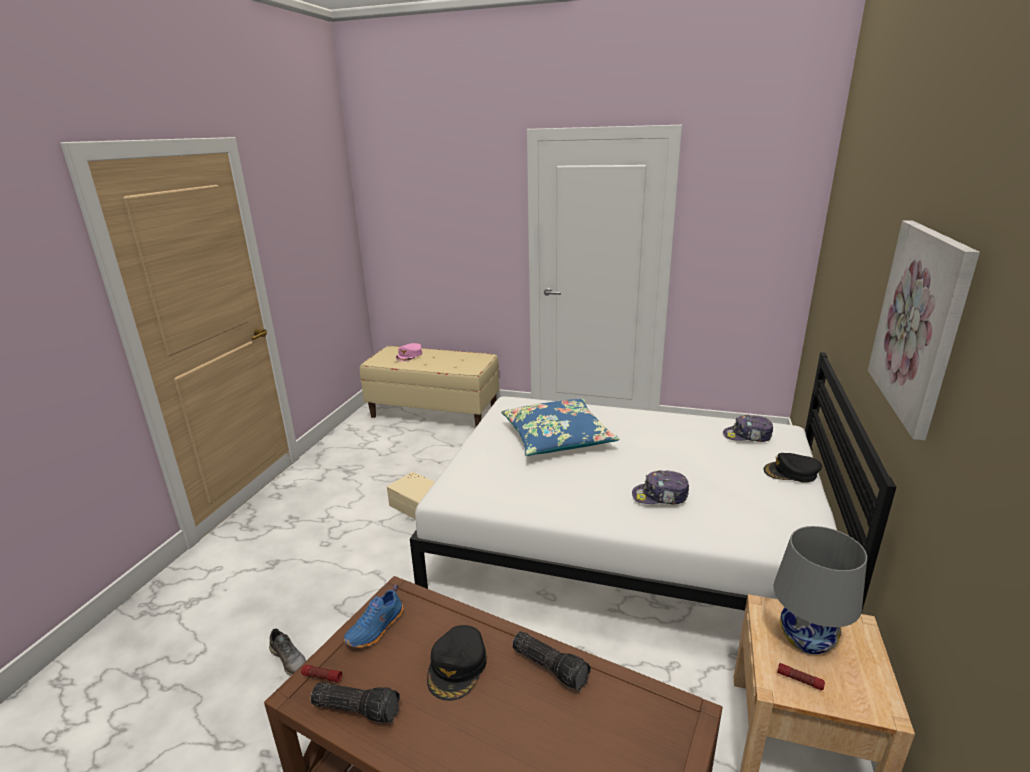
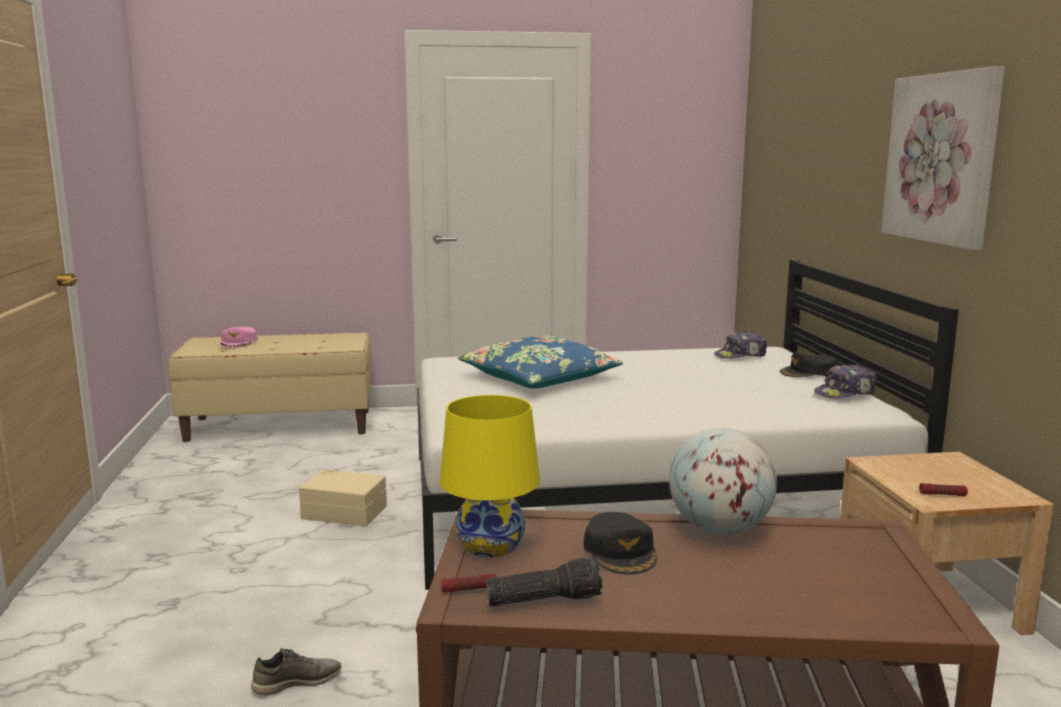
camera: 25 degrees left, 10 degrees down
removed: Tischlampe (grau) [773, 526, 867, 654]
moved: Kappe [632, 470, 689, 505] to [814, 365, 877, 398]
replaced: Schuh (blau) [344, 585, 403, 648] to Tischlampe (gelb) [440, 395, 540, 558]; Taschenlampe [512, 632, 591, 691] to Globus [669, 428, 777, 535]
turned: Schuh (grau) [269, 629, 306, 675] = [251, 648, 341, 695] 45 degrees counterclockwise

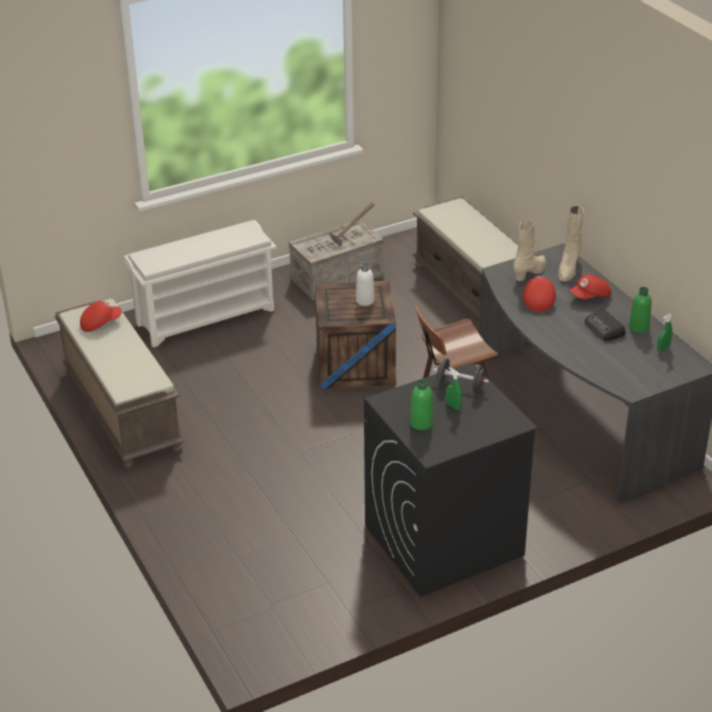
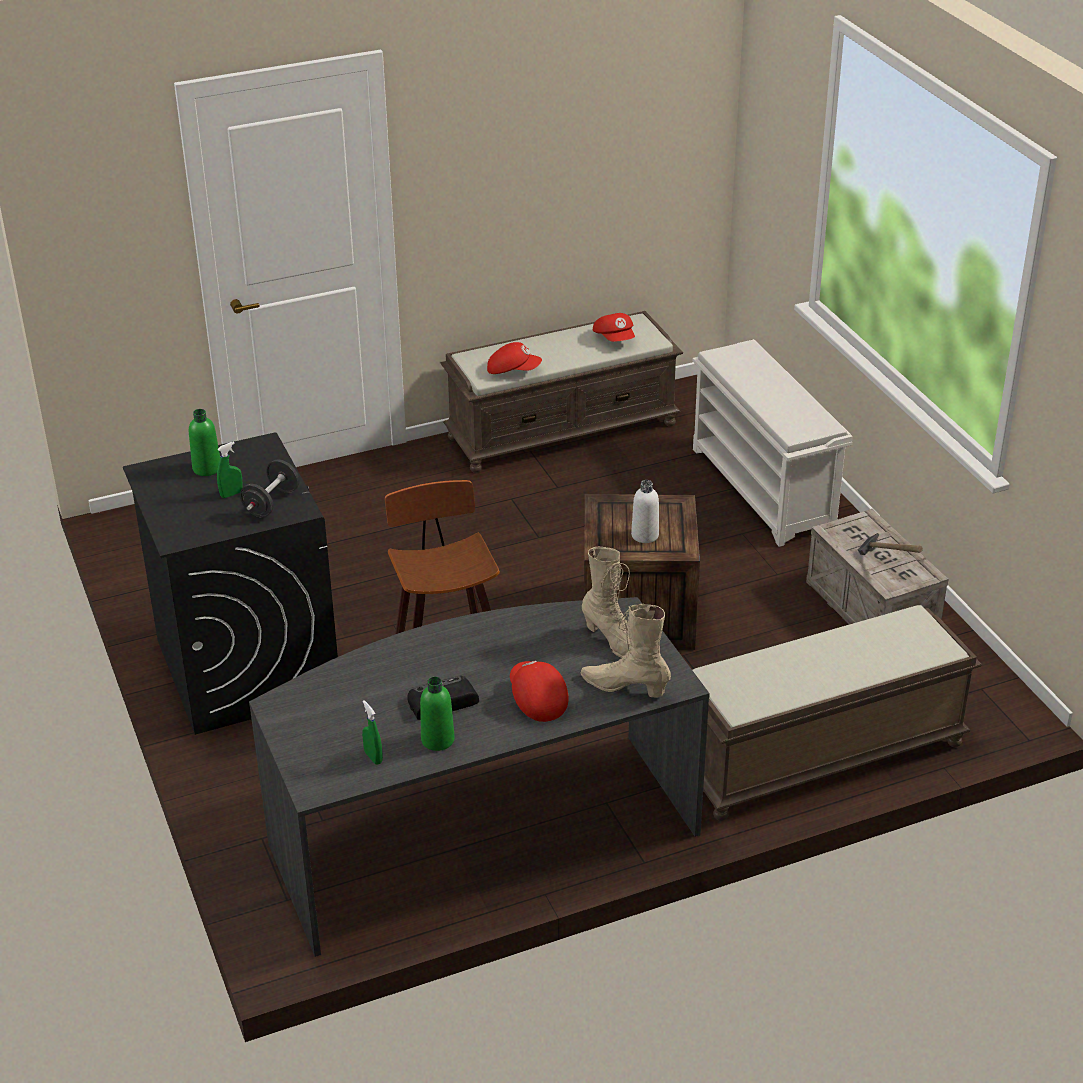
camera: 95 degrees right, 0 degrees up
moved: Kappe (rot) [523, 276, 556, 312] to [487, 342, 542, 374]

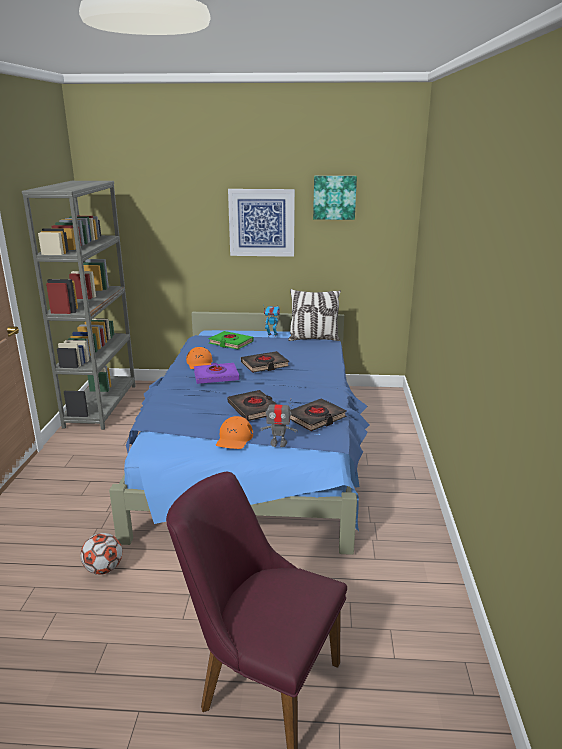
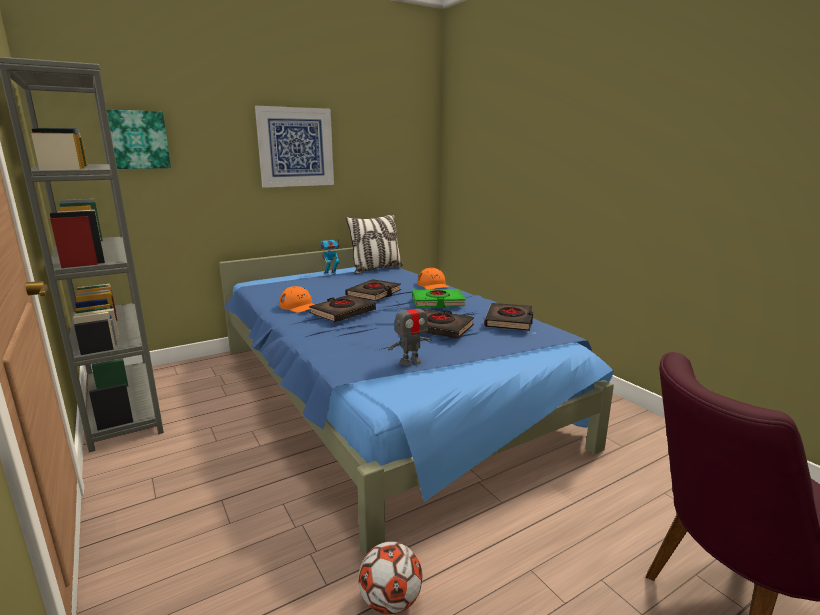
camera: 35 degrees left, 5 degrees down
moved: Bild [313, 176, 357, 220] to [107, 110, 171, 169]; Buch (grün) [209, 331, 254, 349] to [412, 289, 466, 308]; Spielzeugroboter [260, 396, 298, 447] to [388, 297, 432, 366]; Kappe (orange) [216, 416, 253, 449] to [417, 268, 450, 290]
recoloured: Buch (lila) [194, 363, 239, 384] to Buch (schwarz) [309, 295, 376, 322]

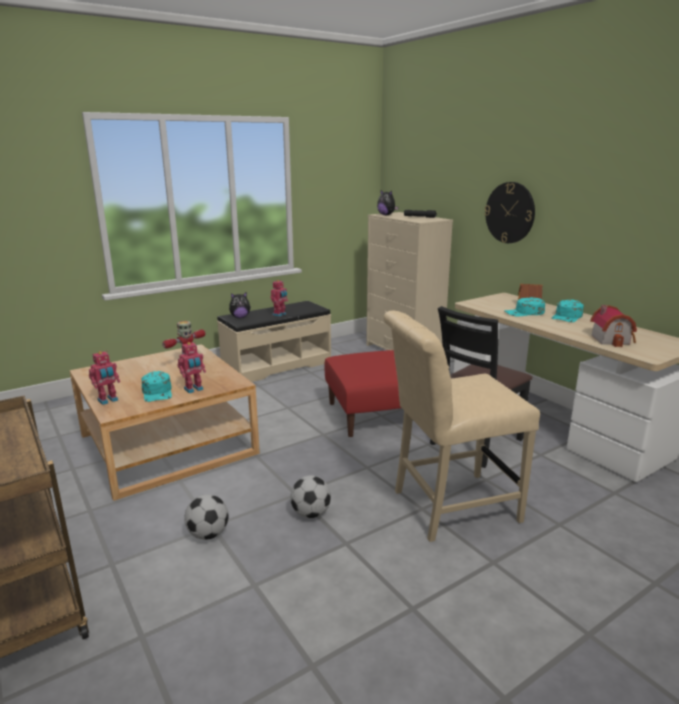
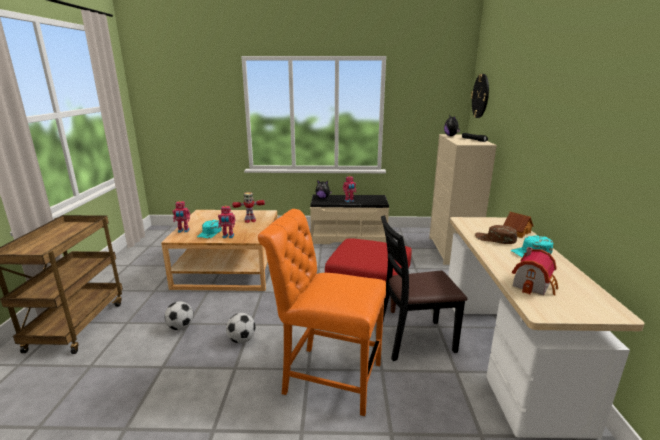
camera: 35 degrees right, 0 degrees up
moved: Wanduhr [484, 182, 535, 243] to [471, 74, 489, 118]
recoloured: Kappe (türkis) [504, 297, 545, 317] to Kappe (braun) [475, 225, 517, 244]; Stuhl (beige) [383, 311, 540, 542] to Stuhl (orange) [258, 209, 386, 416]

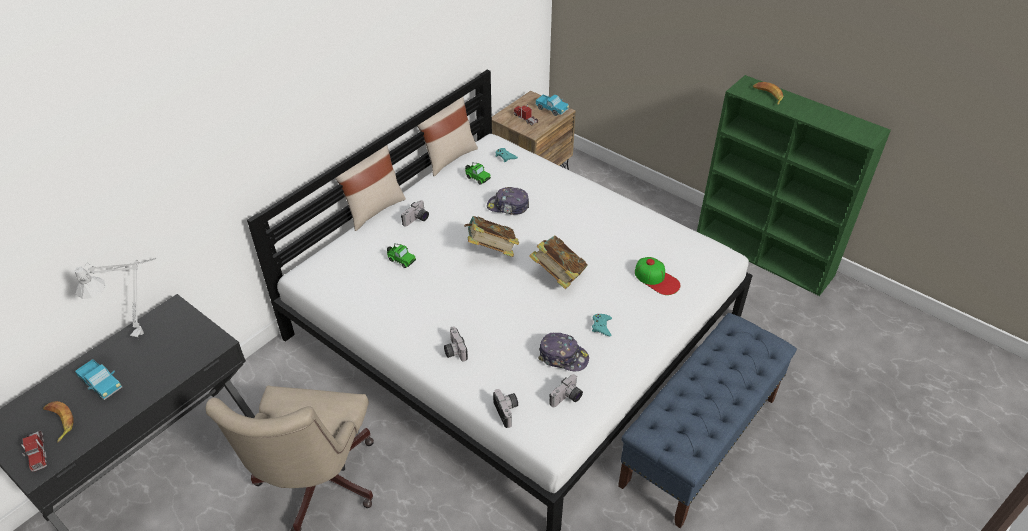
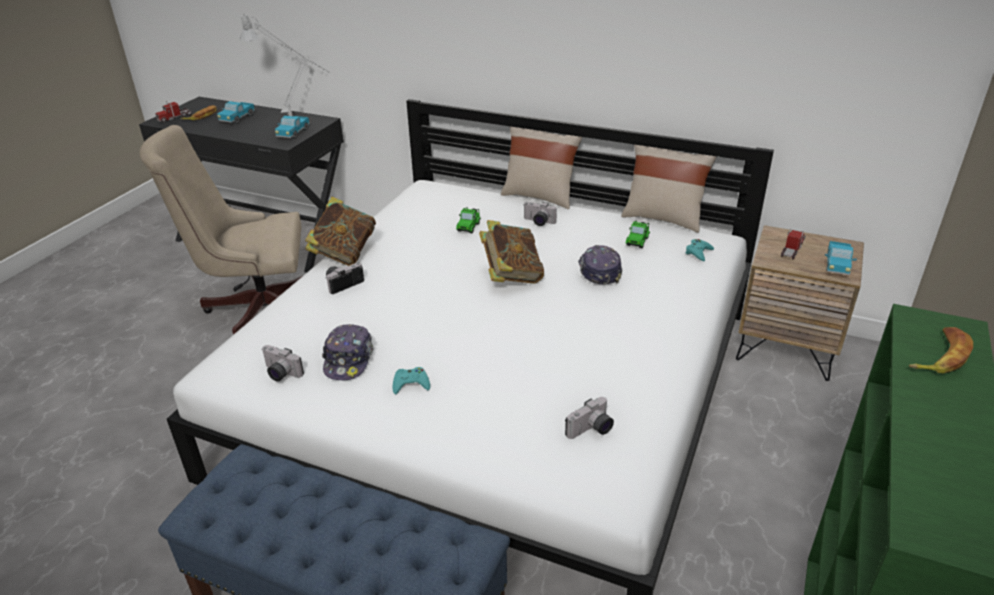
camera: 75 degrees right, 10 degrees down
removed: Kappe [635, 257, 680, 295]
added: Spielzeuglaster [275, 116, 310, 139]
moved: Buch [529, 235, 588, 289] to [305, 196, 376, 266]; Kamera [493, 389, 518, 428] to [565, 397, 614, 439]

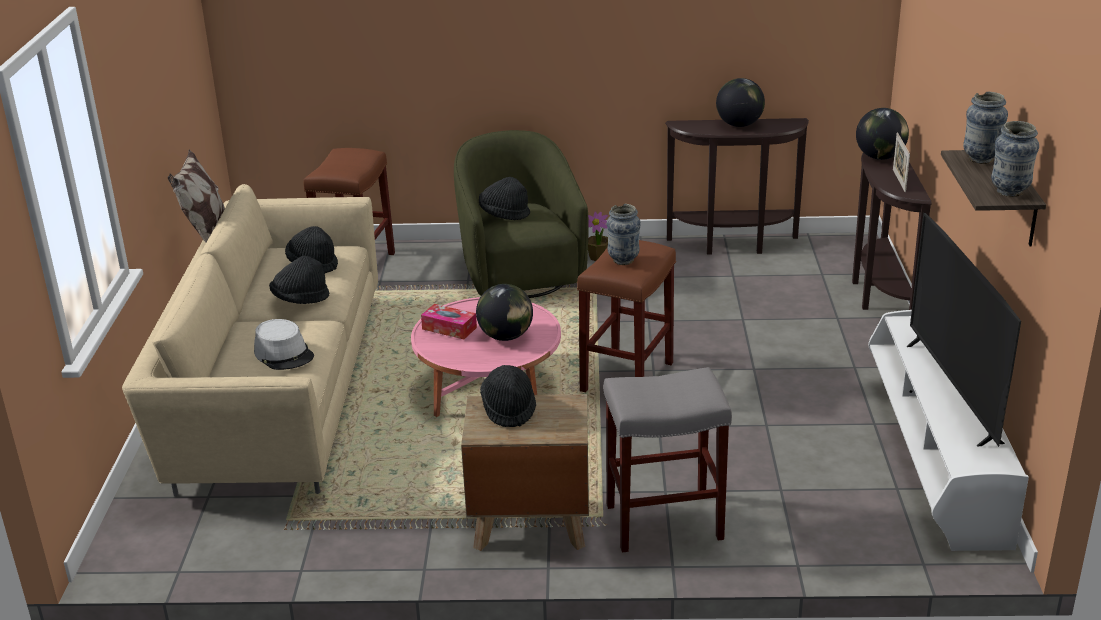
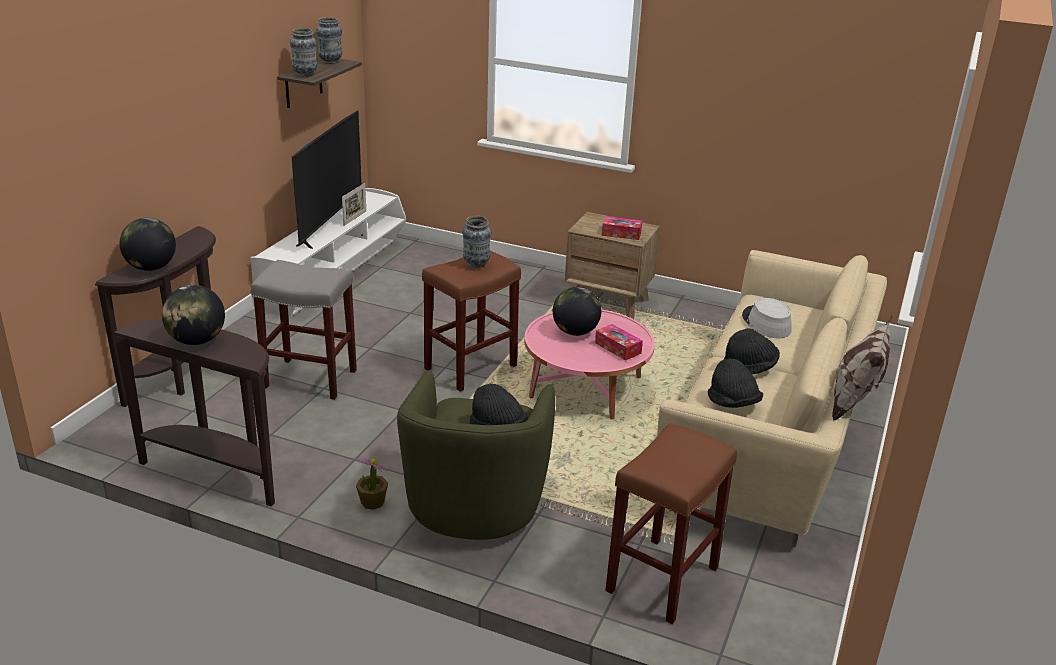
camera: 160 degrees left, 0 degrees up
moved: Bilderrahmen [893, 132, 910, 192] to [342, 183, 366, 226]; Hocker (grau) [603, 367, 732, 552] to [251, 260, 357, 400]
replaced: Hut (schwarz) [480, 365, 536, 427] to Taschentuchbox [602, 216, 642, 240]

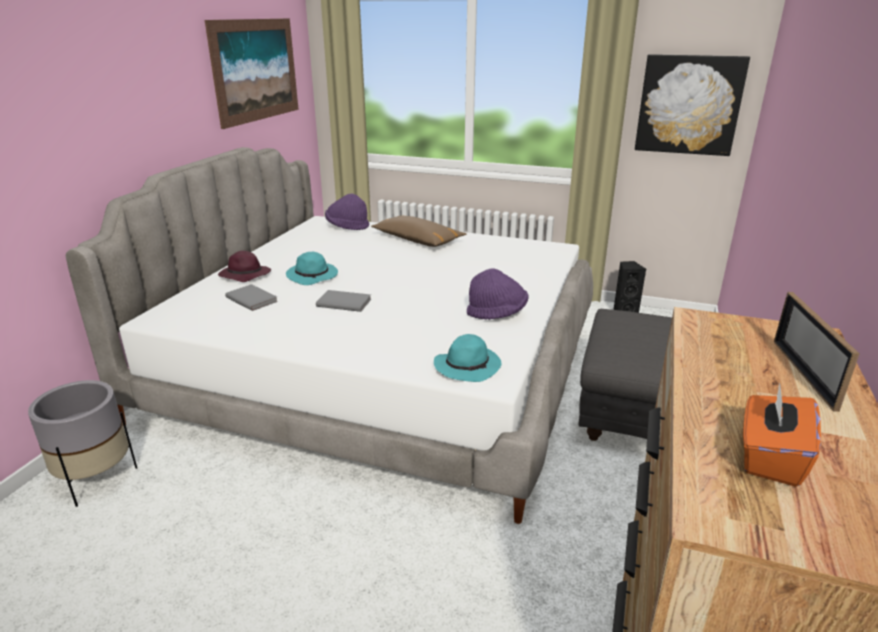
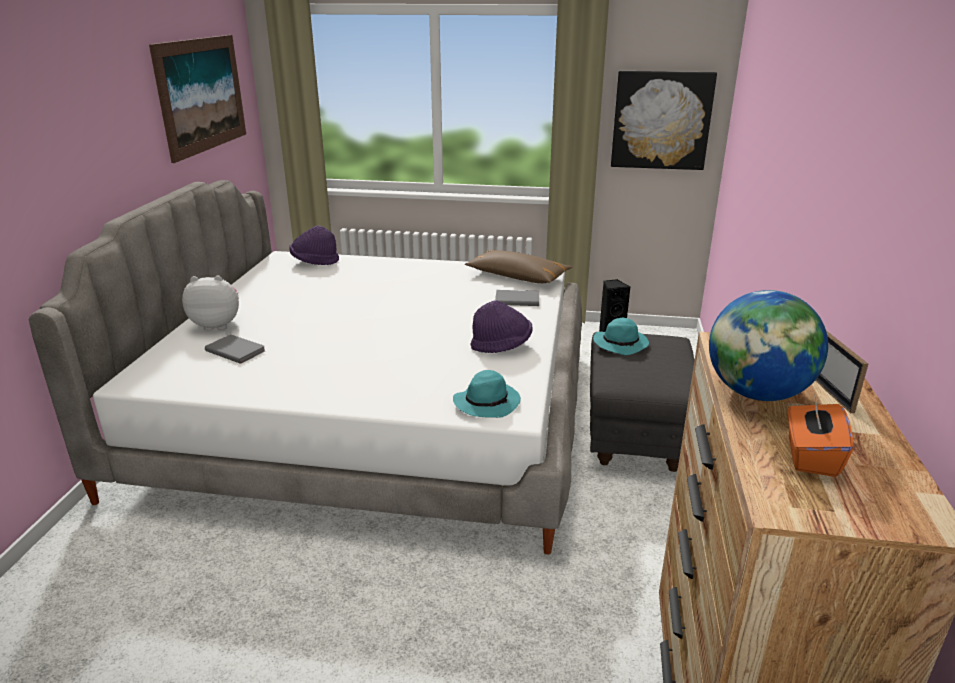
camera: 10 degrees left, 0 degrees up
removed: Pflanzkübel (grau) [28, 380, 137, 507]
added: Globus [709, 290, 828, 401]
moved: Kissen (braun) [371, 216, 466, 247] to [464, 250, 573, 283]; Hut (türkis) [286, 252, 338, 285] to [593, 318, 649, 355]; Buch (grau) [316, 290, 371, 312] to [495, 290, 539, 306]
replaced: Hut (lila) [218, 251, 271, 282] to Plüschtier [182, 276, 239, 330]

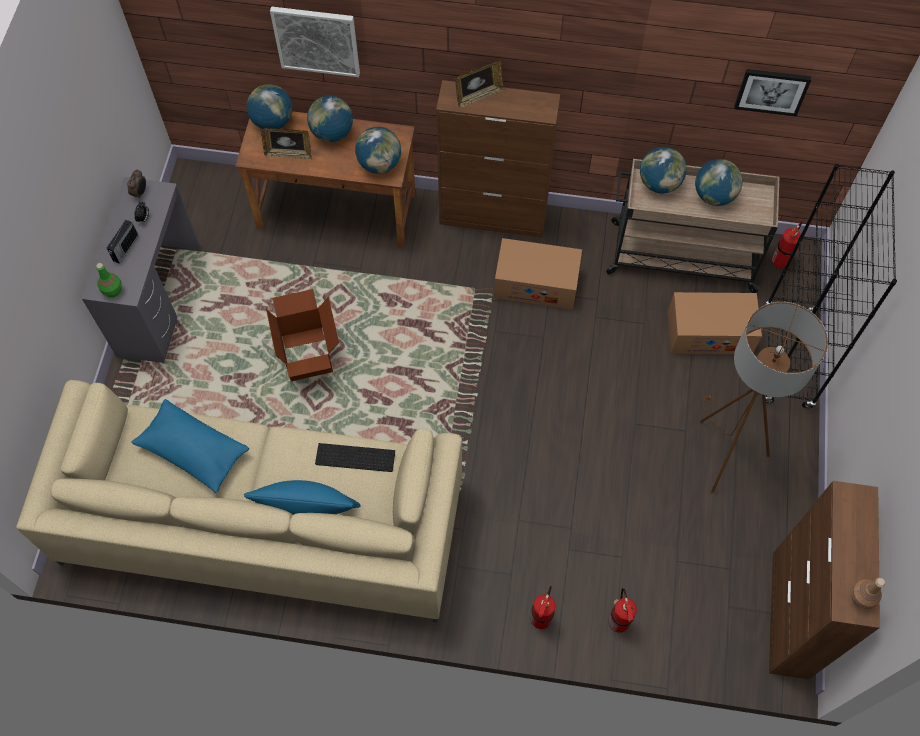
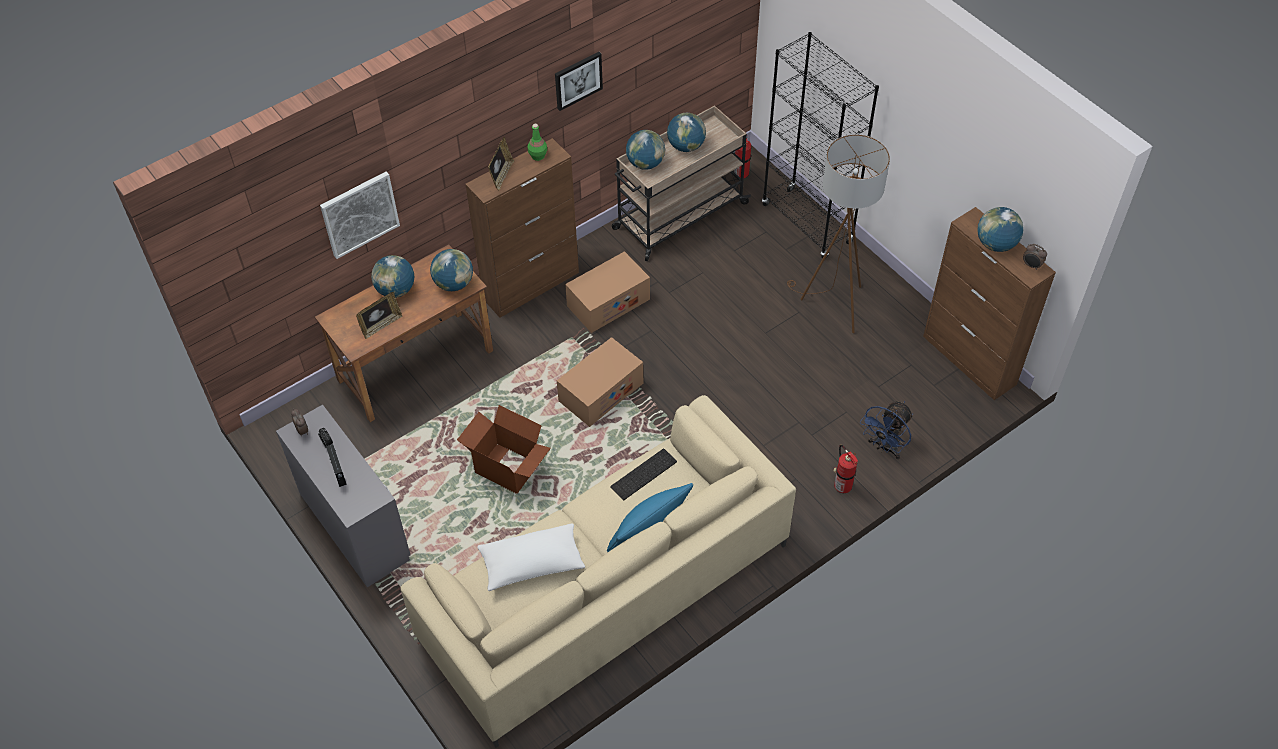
camera: 45 degrees left, 10 degrees down
moved: Bild [734, 69, 811, 116] to [555, 52, 603, 111]; Globus [247, 84, 292, 129] to [977, 207, 1023, 252]; Flasche (grün) [96, 263, 122, 298] to [528, 124, 547, 161]; Karton [668, 292, 762, 354] to [557, 337, 643, 427]
replaced: Flasche (braun) [851, 578, 885, 609] to Wecker [1023, 244, 1047, 270]; Feuerlöscher [609, 588, 637, 633] to Ventilator (blau) [860, 401, 913, 459]
recoloured: Kissen (blau) [131, 399, 250, 493] to Kissen (weiß) [478, 523, 585, 591]

